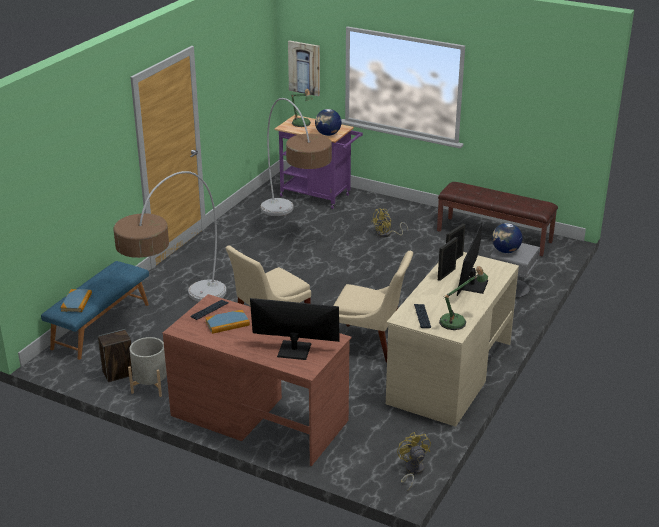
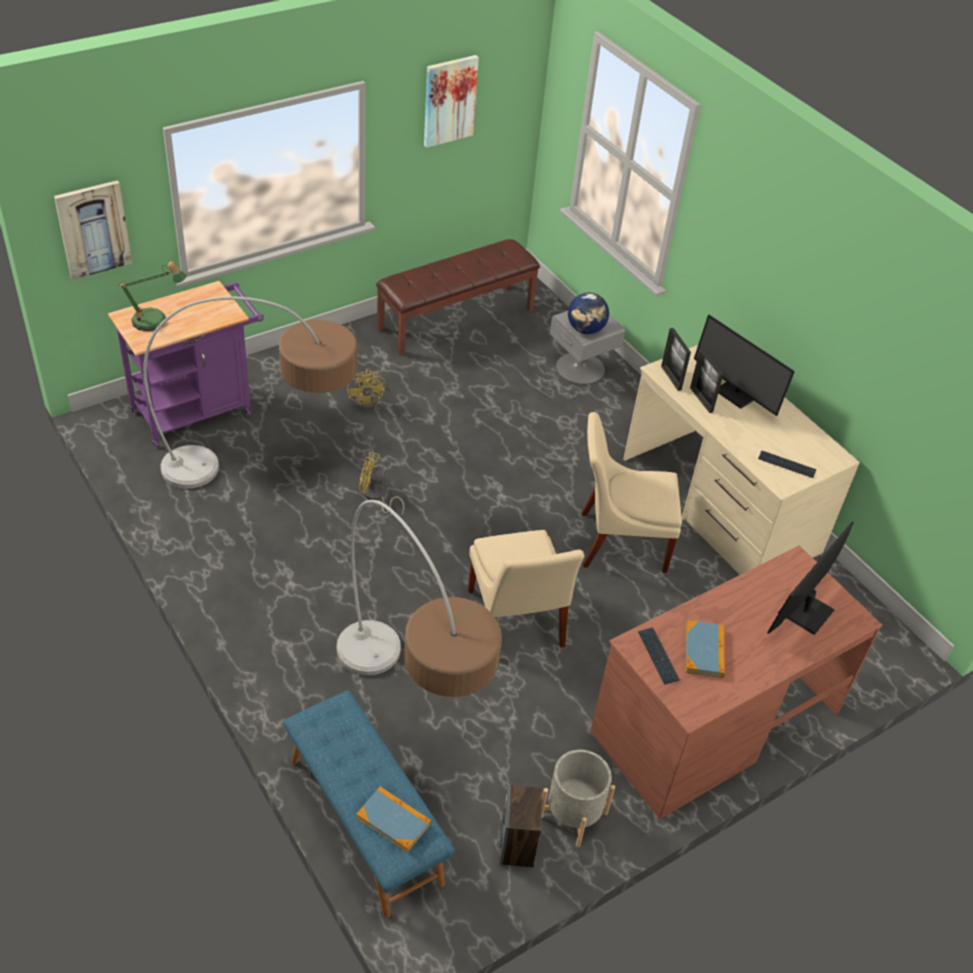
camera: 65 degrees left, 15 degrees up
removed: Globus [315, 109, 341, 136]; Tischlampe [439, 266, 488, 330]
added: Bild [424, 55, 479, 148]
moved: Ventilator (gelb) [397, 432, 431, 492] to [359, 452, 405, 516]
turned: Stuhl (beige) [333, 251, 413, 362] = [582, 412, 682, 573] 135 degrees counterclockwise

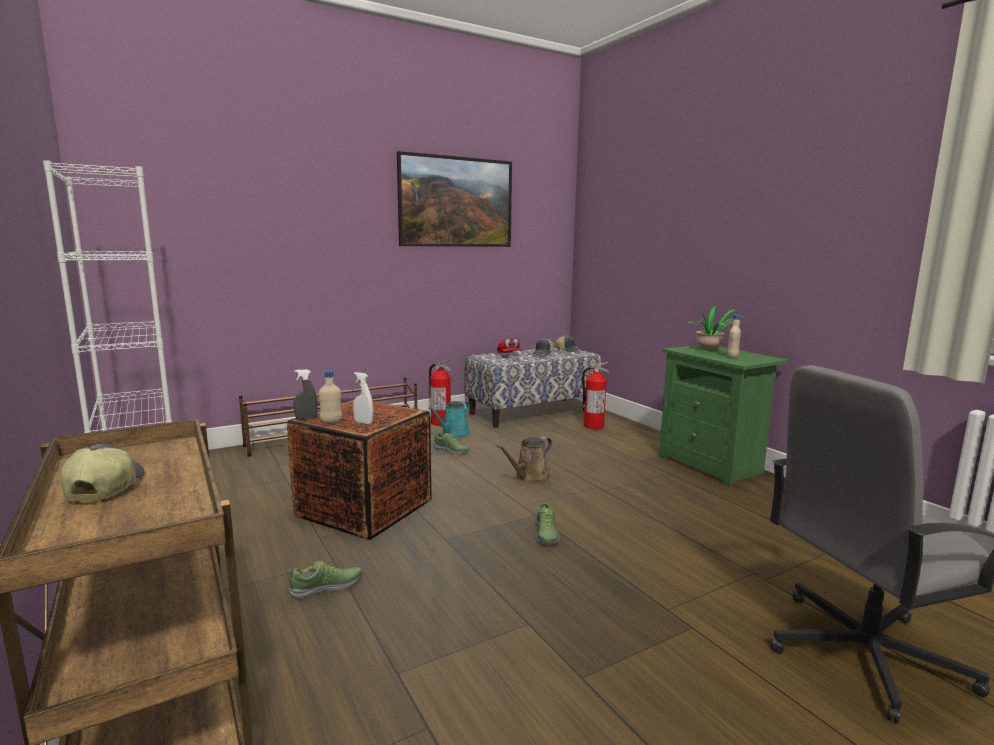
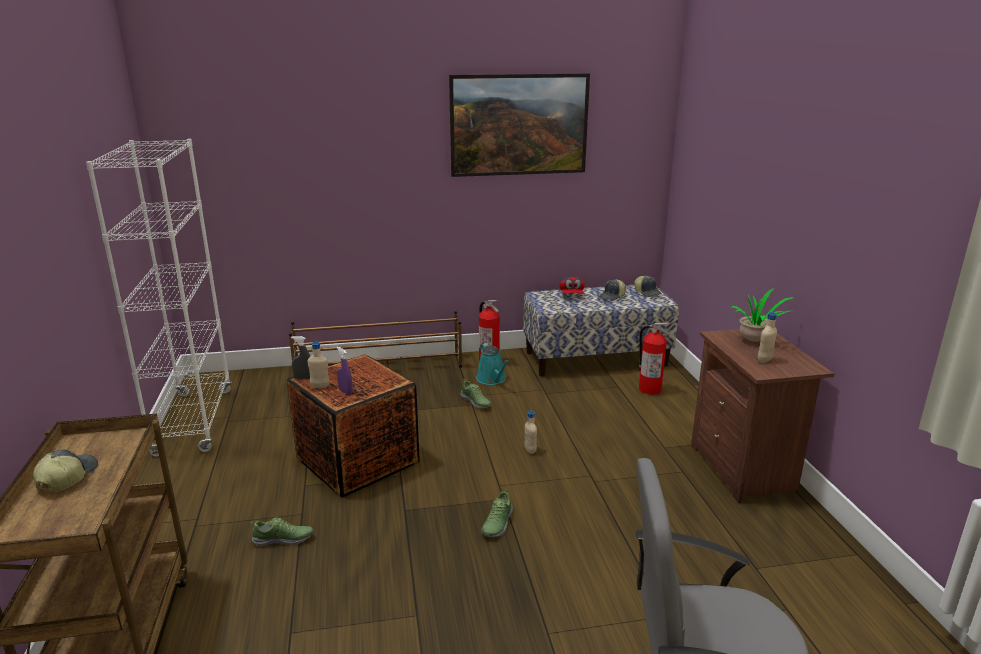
camera: 20 degrees right, 10 degrees up
replaced: Gießkanne (braun) [497, 436, 552, 483] to Flasche (beige) [524, 411, 537, 454]
recoloured: Nachttisch (grün) [659, 345, 789, 487] to Nachttisch (braun) [691, 329, 835, 503]; Sprühflasche (weiß) [353, 372, 373, 424] to Sprühflasche (lila) [337, 347, 353, 395]
turned: Gießkanne (türkis) [429, 401, 470, 438] = [476, 343, 509, 385] 75 degrees counterclockwise

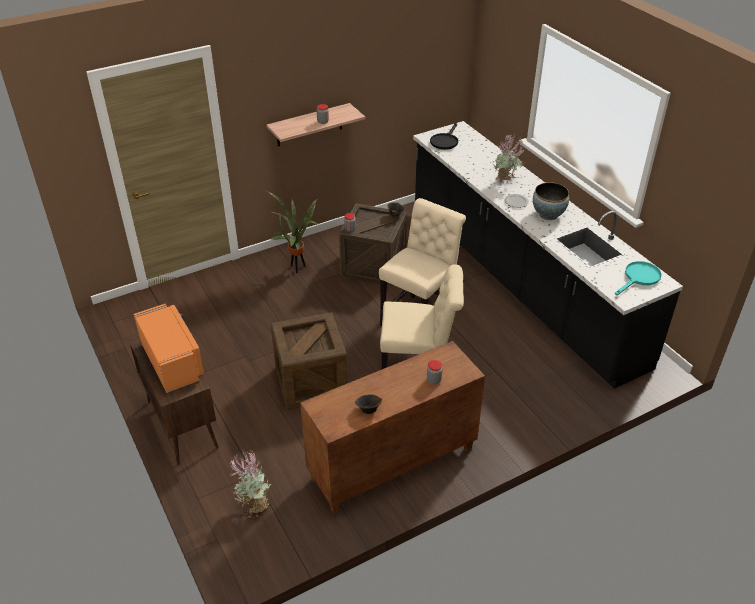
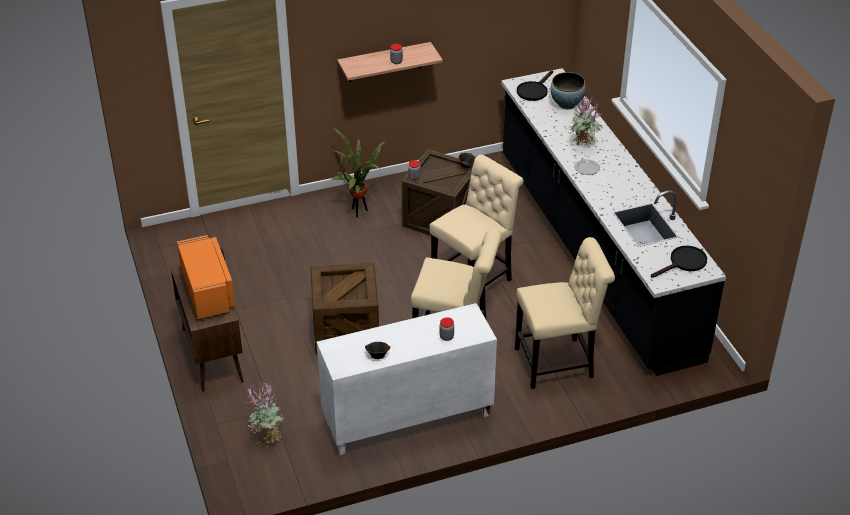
camera: 10 degrees right, 0 degrees up
added: Stuhl (beige) [515, 237, 615, 389]
moved: Schüssel [533, 182, 569, 220] to [550, 72, 586, 109]
recoloured: Pfanne (türkis) [615, 261, 662, 295] to Pfanne (schwarz) [651, 246, 707, 278]; Schrank (braun) [300, 341, 485, 514] to Schrank (weiß) [317, 303, 497, 455]

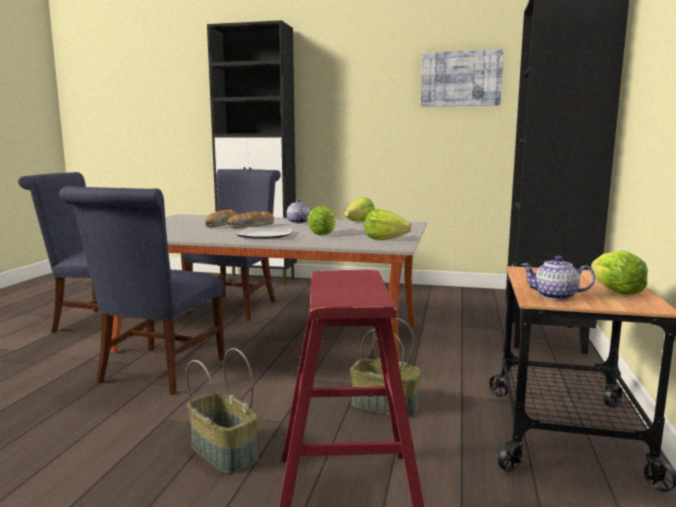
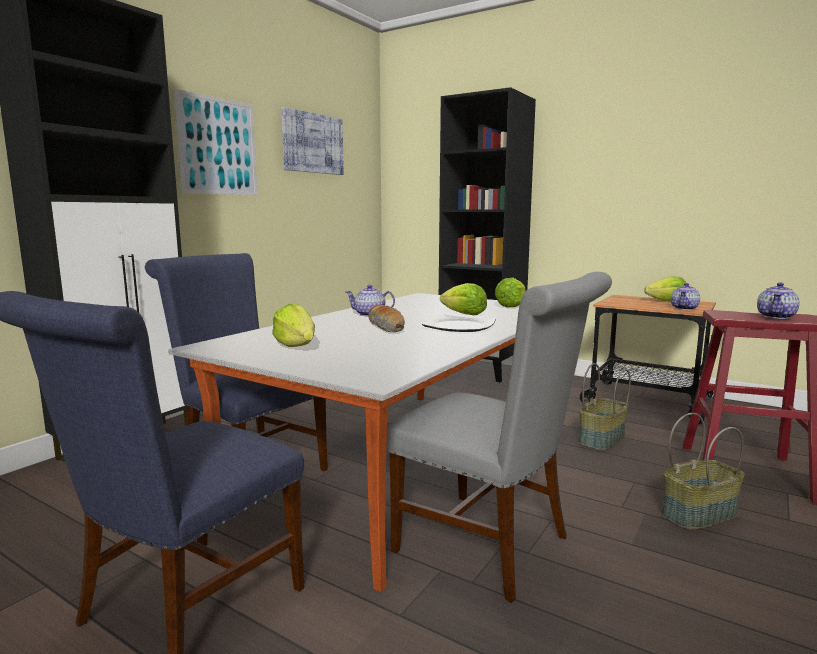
camera: 70 degrees left, 0 degrees up
removed: Brot [205, 209, 237, 227]
added: Bild [173, 89, 258, 196]; Teekanne [757, 282, 800, 319]
moved: Salatkopf [344, 197, 375, 222] to [272, 304, 315, 347]
recoloured: Stuhl (blau) [59, 186, 225, 395] to Stuhl (grau) [387, 272, 612, 603]

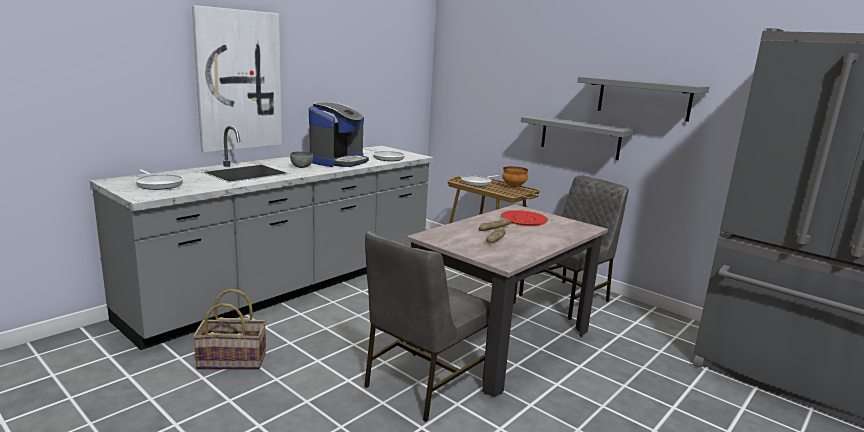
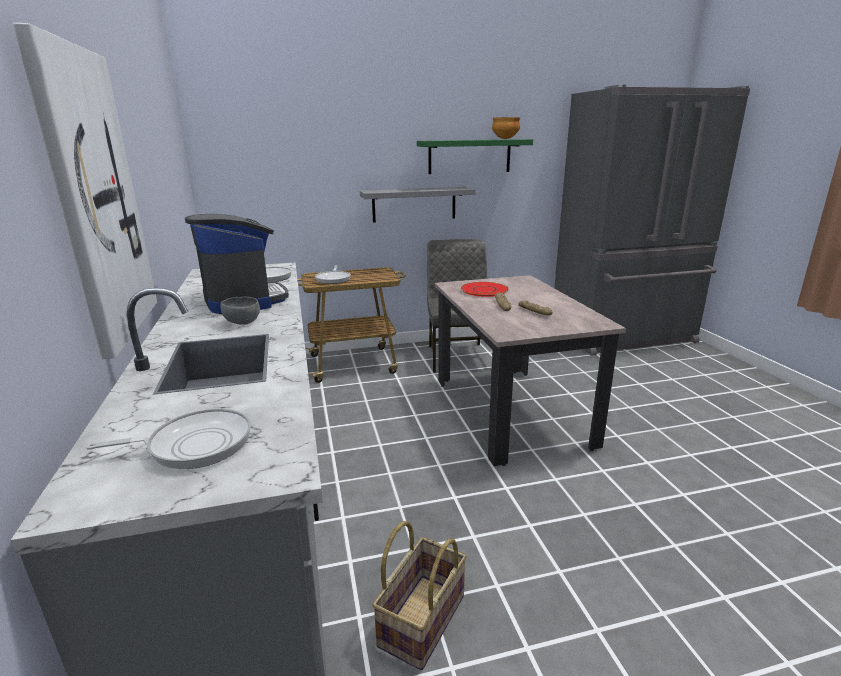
camera: 55 degrees left, 5 degrees up
removed: Stuhl (grau) [364, 231, 490, 422]
moved: Schüssel [502, 166, 528, 187] to [492, 117, 520, 139]
recoloured: Wandregal (grau) [577, 77, 709, 122] to Wandregal (grün) [417, 139, 533, 174]

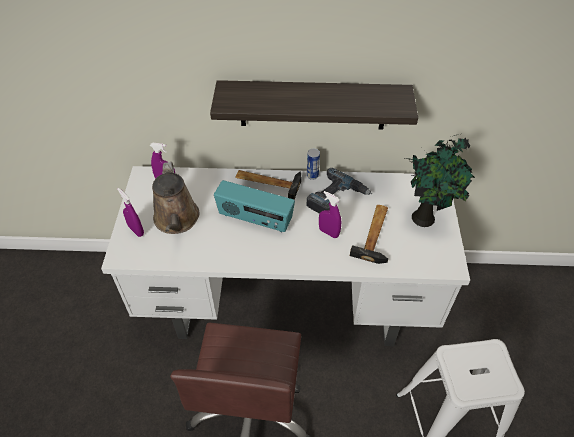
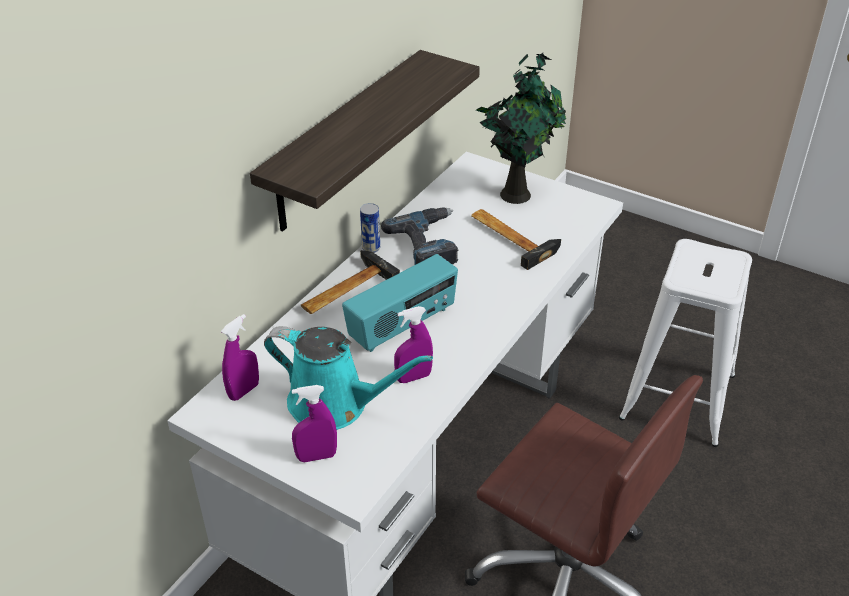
camera: 60 degrees left, 10 degrees down
moved: Sprühflasche (lila) [319, 191, 341, 238] to [394, 306, 433, 383]
recoloured: Gießkanne (braun) [152, 162, 200, 234] to Gießkanne (türkis) [264, 326, 433, 430]

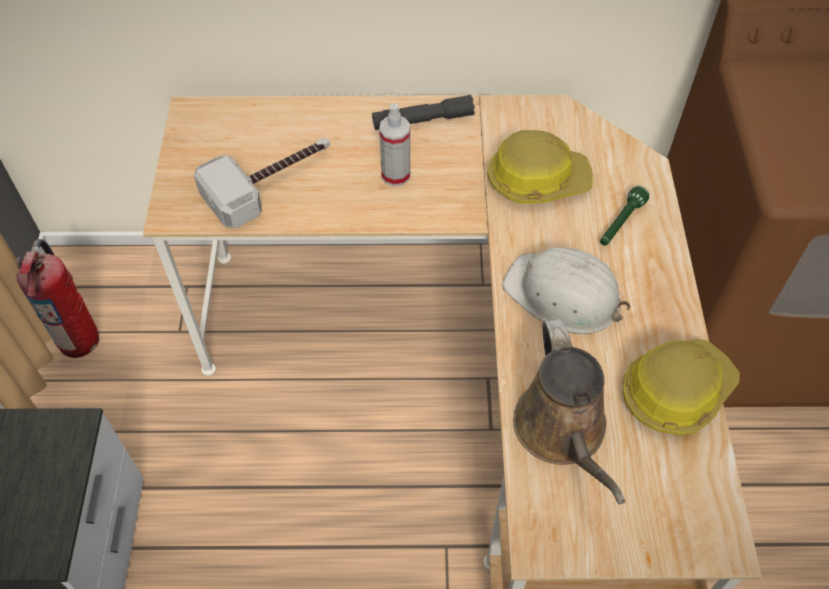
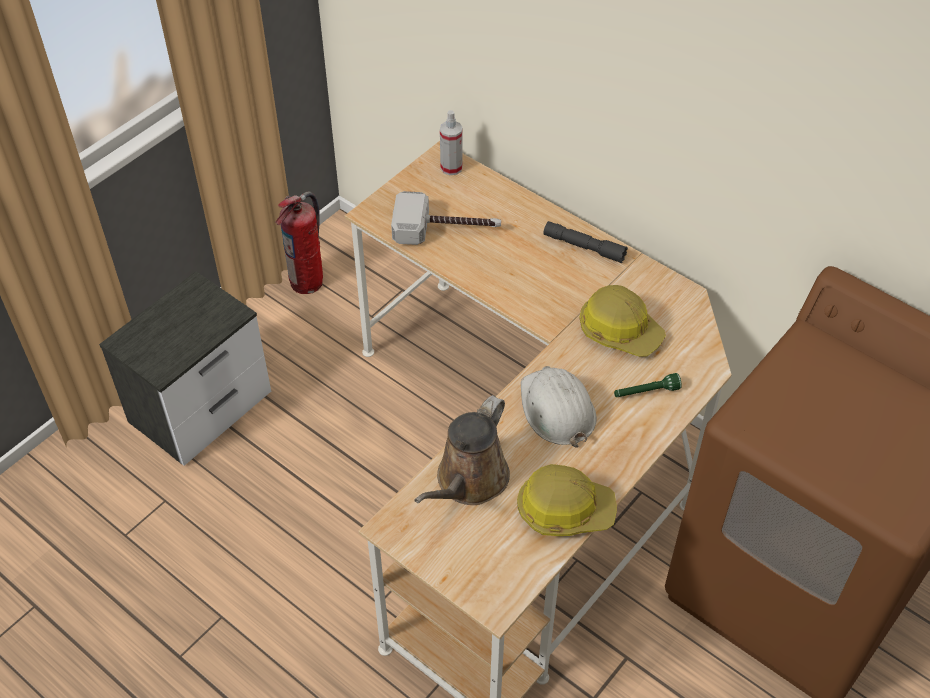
camera: 40 degrees right, 5 degrees down
moved: Sprühflasche [379, 104, 410, 187] to [440, 110, 463, 175]

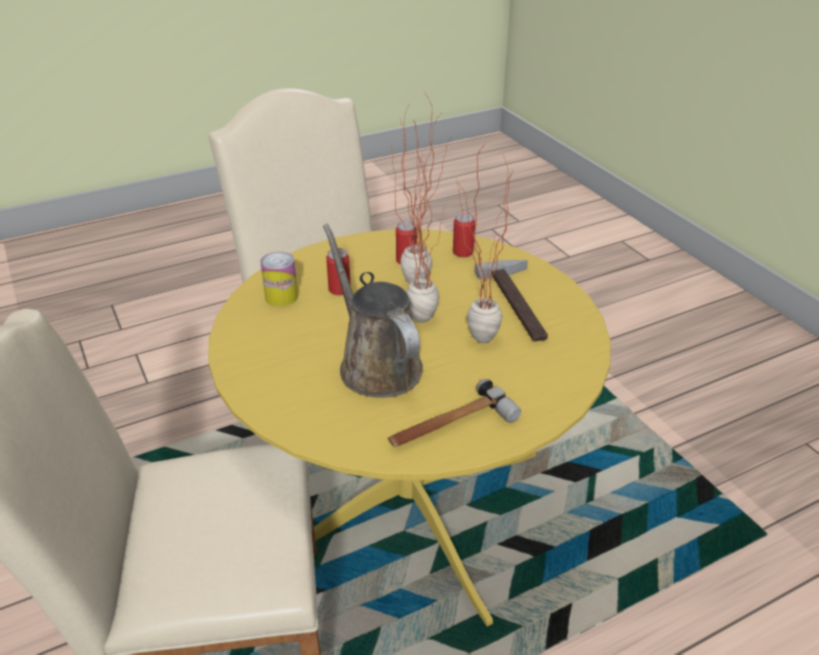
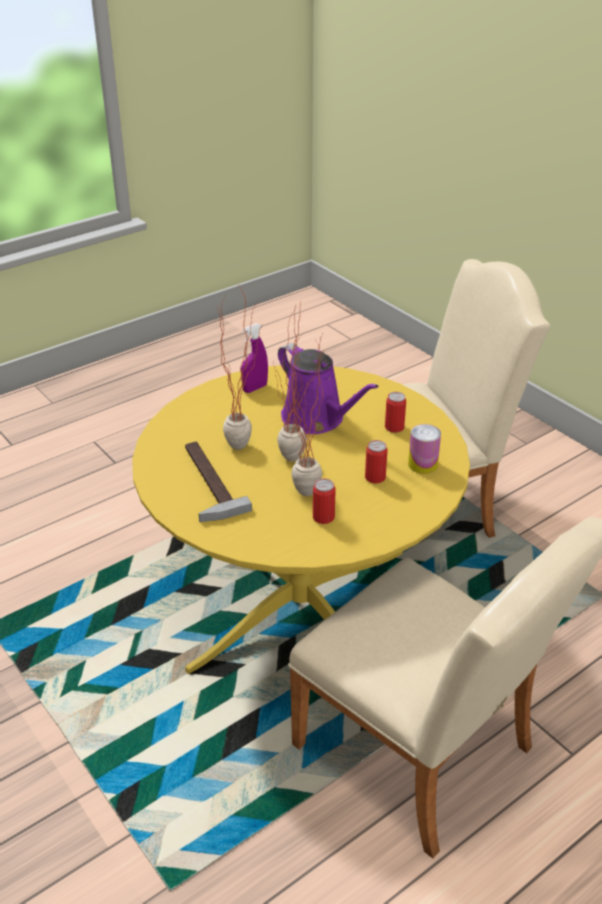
camera: 170 degrees right, 0 degrees up
moved: Dose [453, 213, 475, 257] to [385, 392, 406, 433]
replaced: Hammer [388, 379, 521, 447] to Sprühflasche (lila) [241, 323, 268, 393]
recoloured: Gießkanne (braun) [323, 224, 423, 398] to Gießkanne (lila) [278, 343, 379, 434]

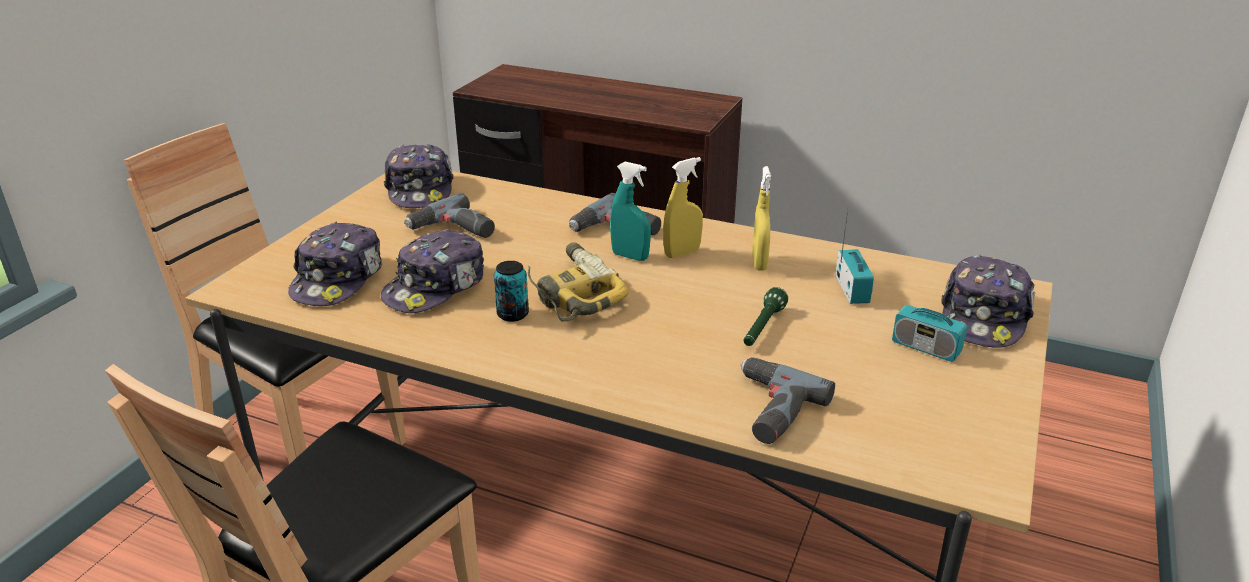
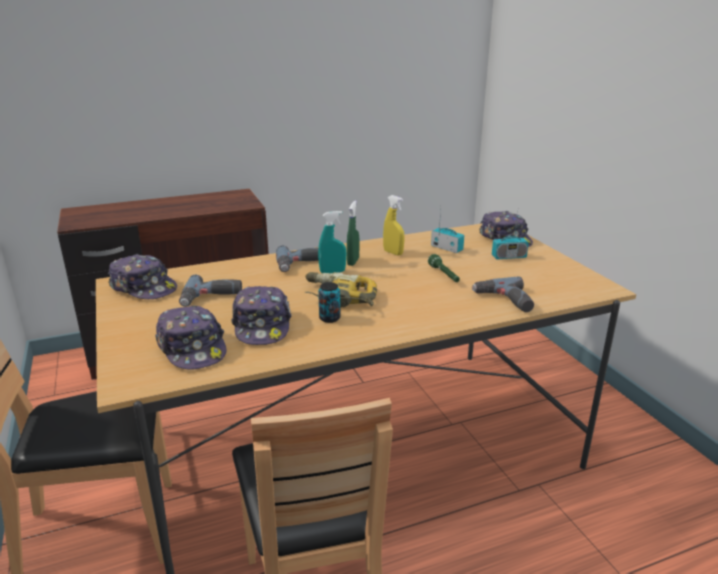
camera: 45 degrees left, 5 degrees down
recoloured: Sprühflasche (gelb) [663, 157, 703, 258] to Sprühflasche (grün) [347, 200, 360, 266]

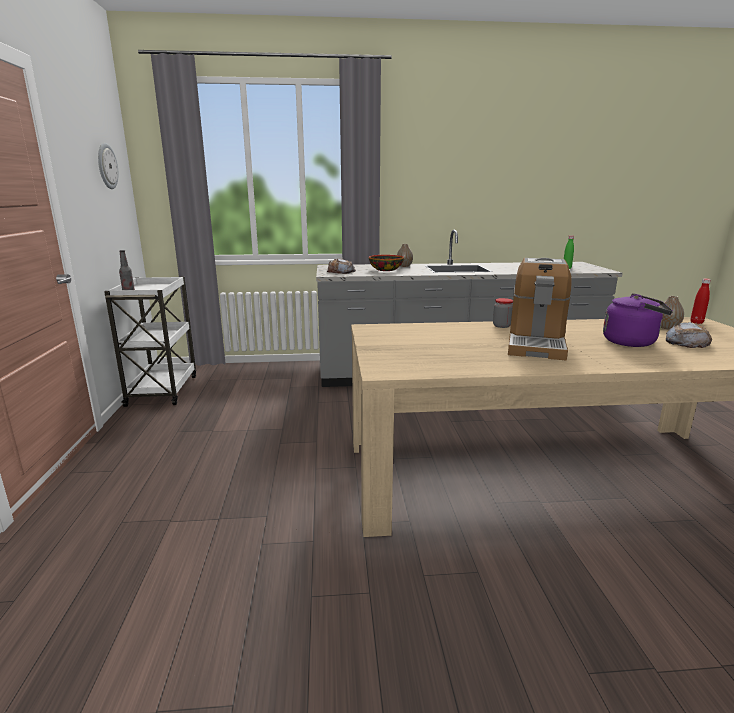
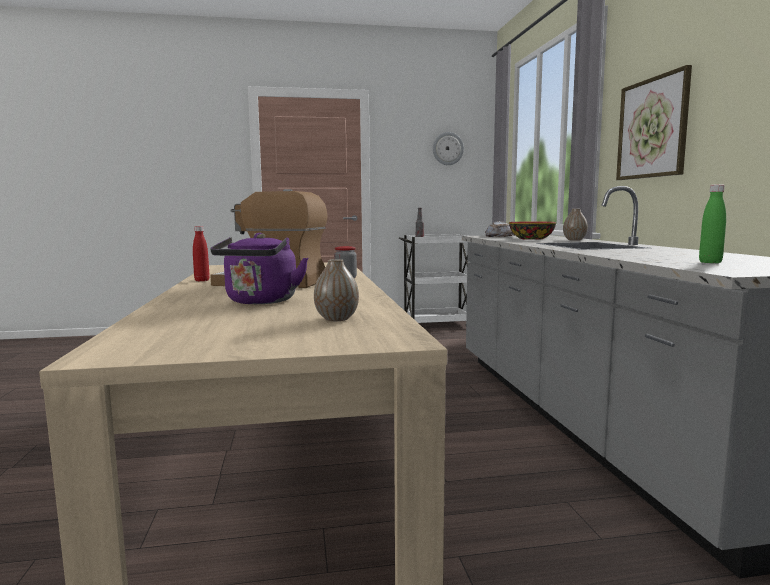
camera: 85 degrees right, 10 degrees down
removed: Brot [666, 322, 712, 348]
added: Bild [616, 65, 692, 180]
moved: Flasche (rot) [690, 279, 711, 324] to [193, 226, 210, 281]

